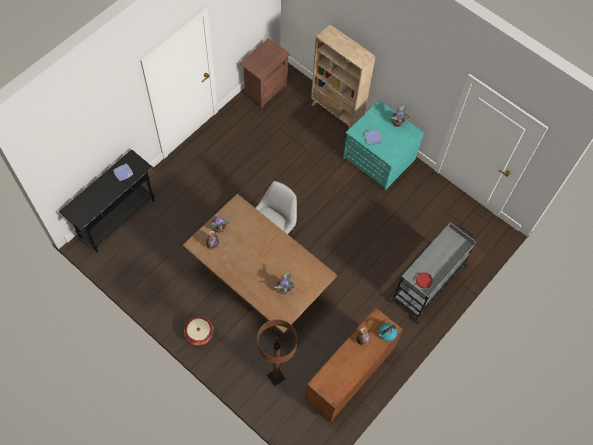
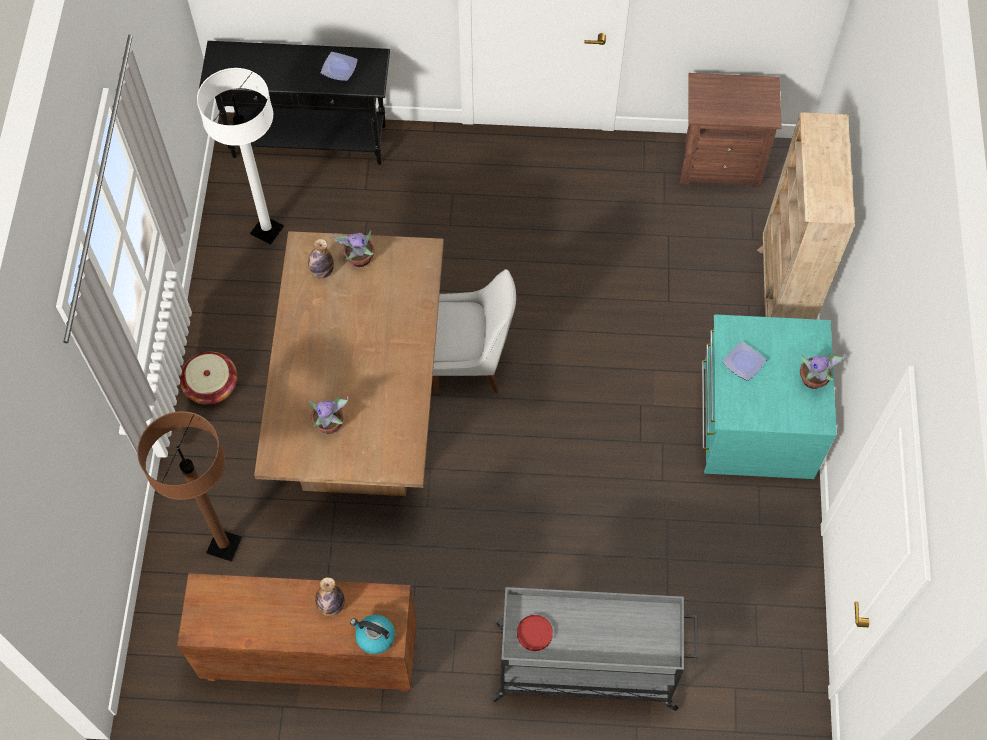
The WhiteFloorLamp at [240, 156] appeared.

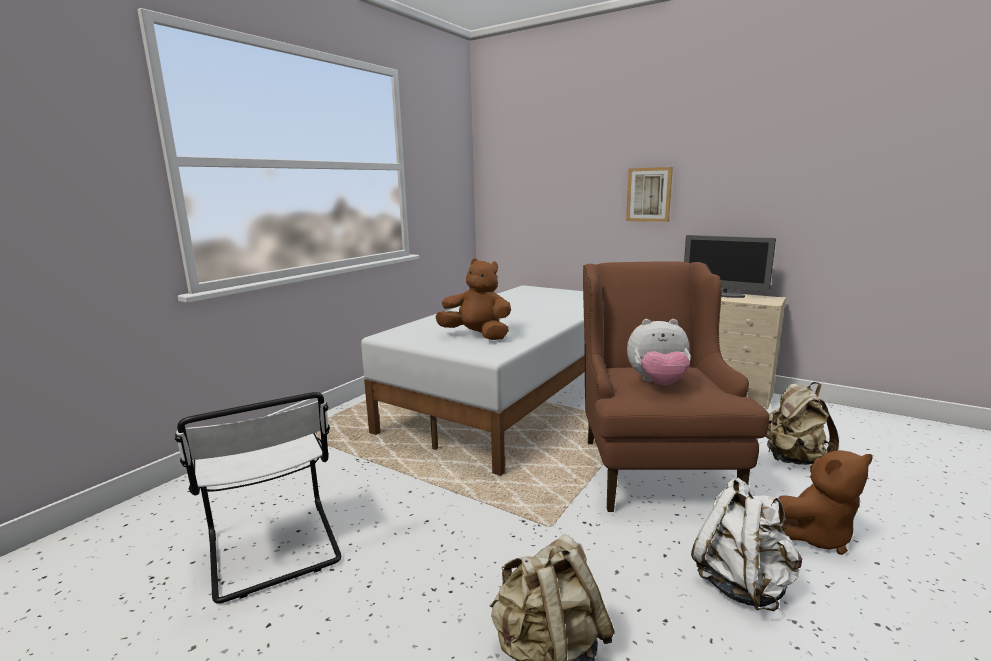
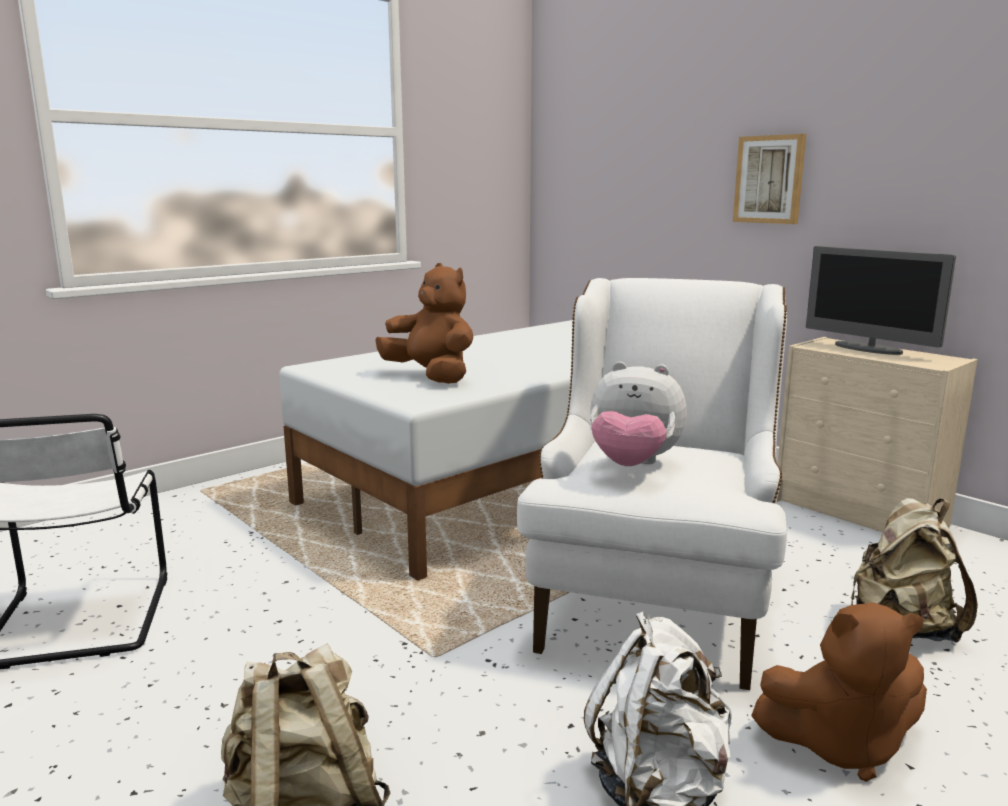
The BrownArmchair at [676, 386] became the WhiteArmchair at [652, 484].

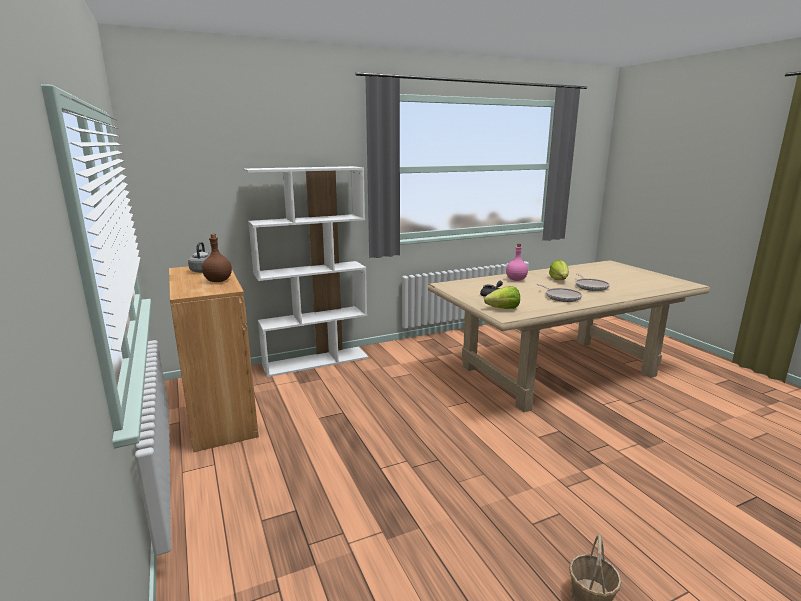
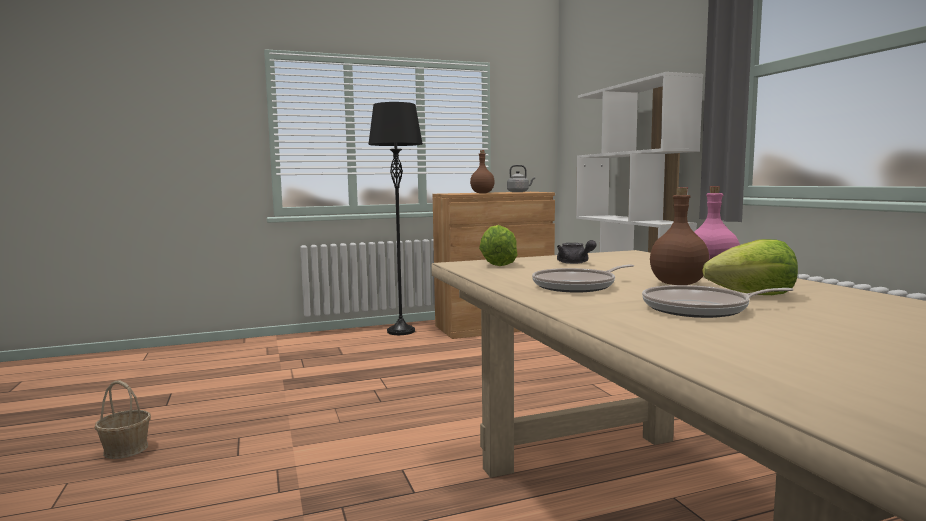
The BlackFloorLamp at [395, 218] appeared.
The BrownBottle at [679, 236] appeared.

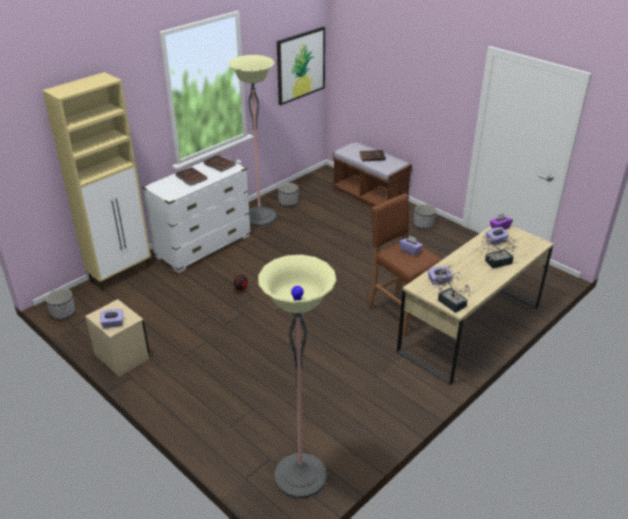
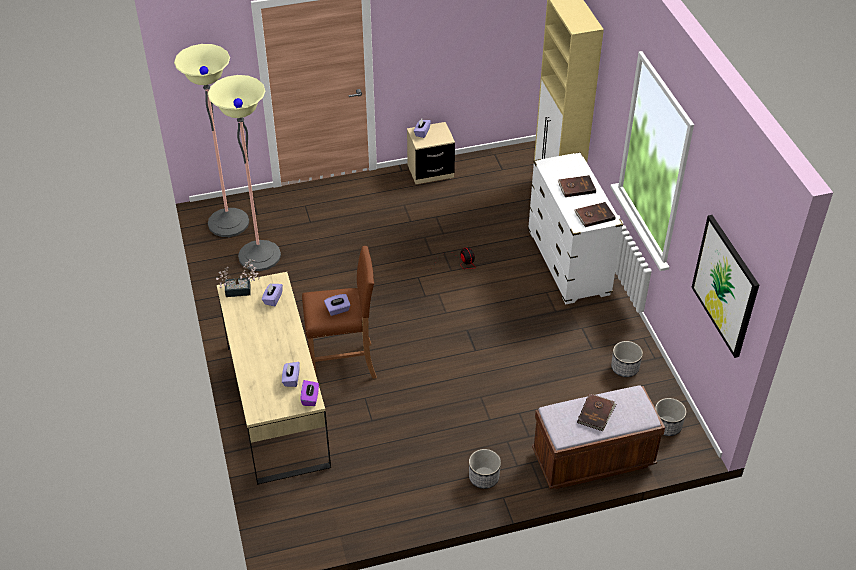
The FloorLamp moved from [252, 140] to [244, 173].
The Planter moved from [60, 303] to [670, 417].
The PottedPlant at [499, 252] disappeared.

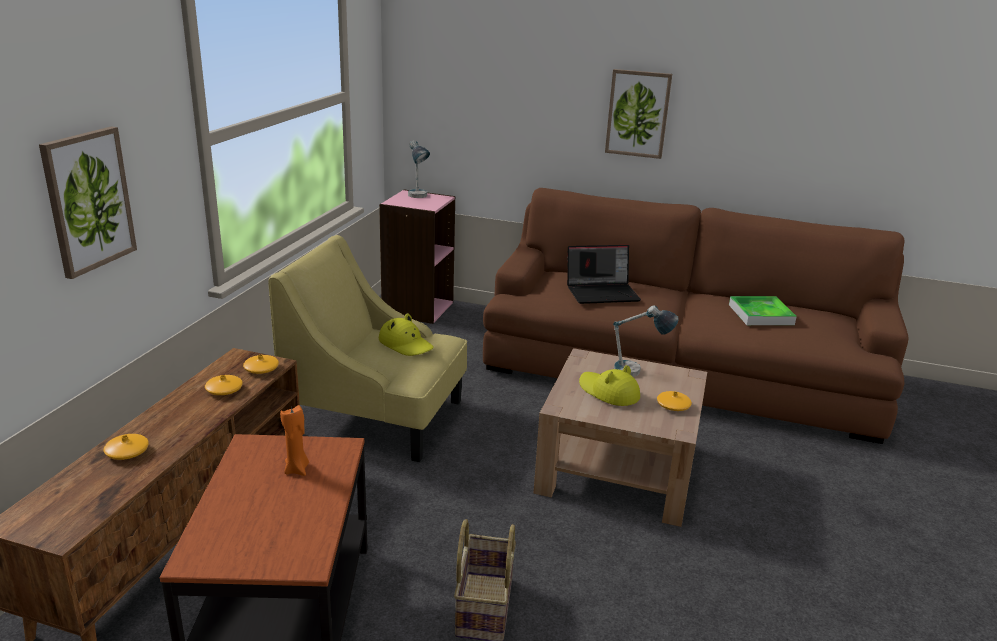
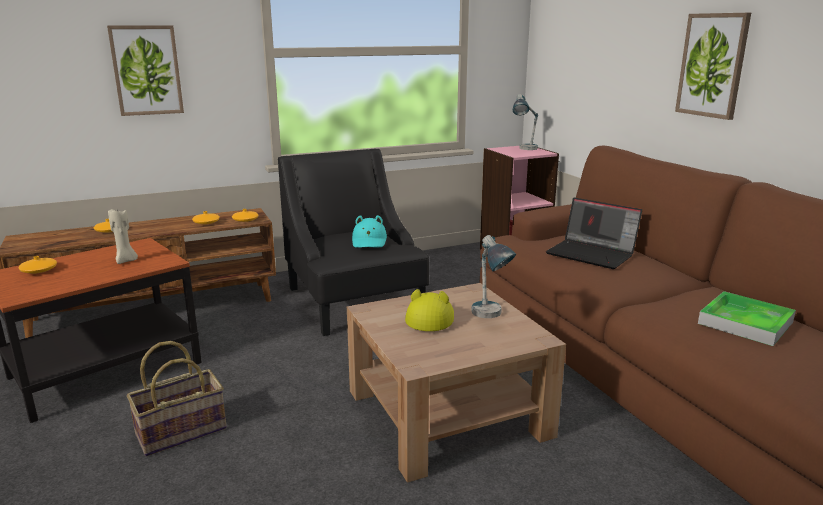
The OrangeVase moved from [674, 401] to [37, 265].
The OrangeCandle at [294, 440] became the BeigeCandle at [123, 236].
The YellowArmchair at [367, 348] became the BlackArmchair at [353, 242].
The YellowHat at [406, 334] became the TurquoiseHat at [369, 231].

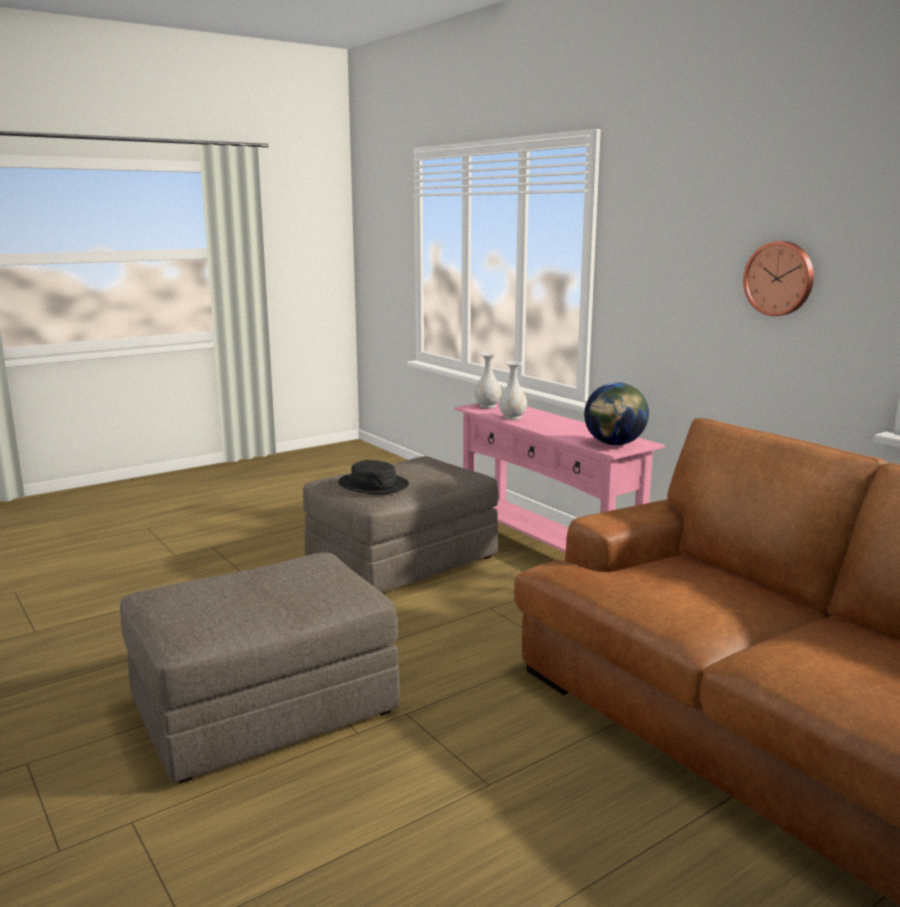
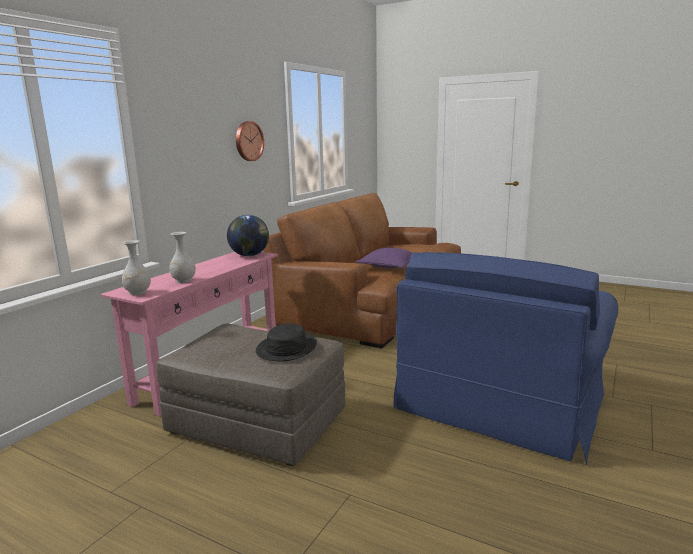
The PurplePillow at [384, 258] appeared.
The GreyOttoman at [260, 667] was replaced by the BlueArmchair at [506, 358].

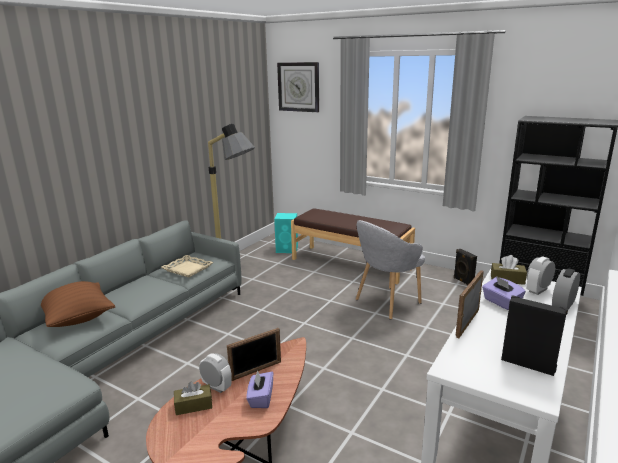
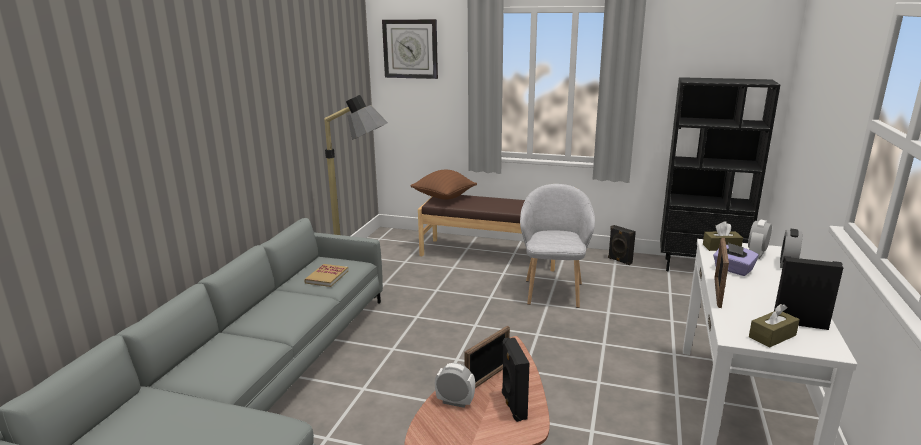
The BeigeTray at [187, 266] was replaced by the Book at [326, 275].
The BrownPillow moved from [78, 304] to [443, 184].
The PurpleTissueBox at [259, 389] was replaced by the BlackSpeaker at [515, 380].
The GreyArmchair at [390, 270] turned 150 degrees clockwise.
The BrownTissueBox moved from [193, 398] to [774, 326].
The TurquoiseSpeaker at [286, 233] disappeared.

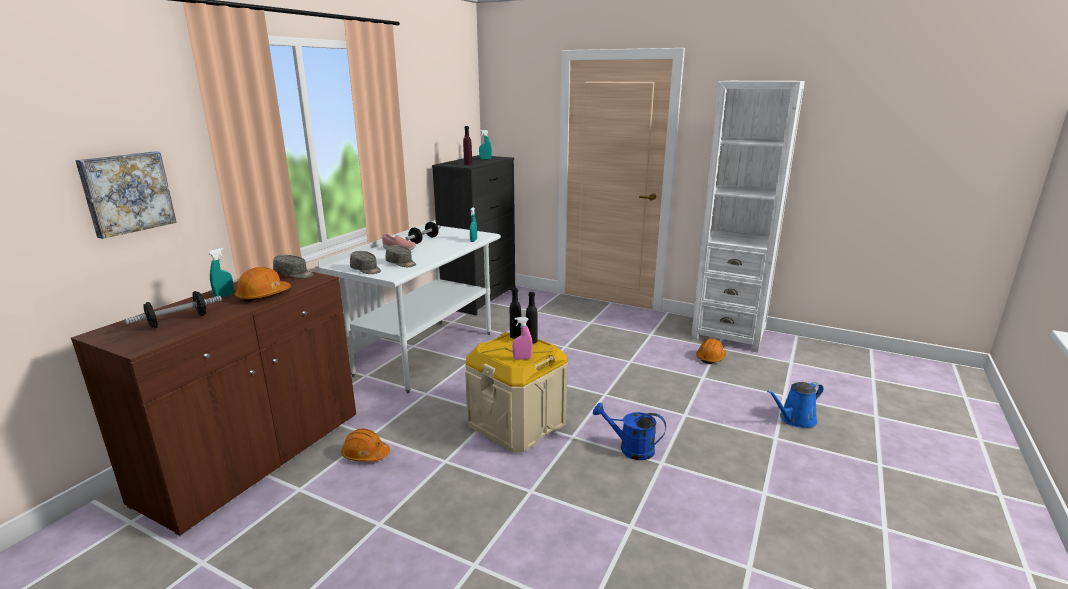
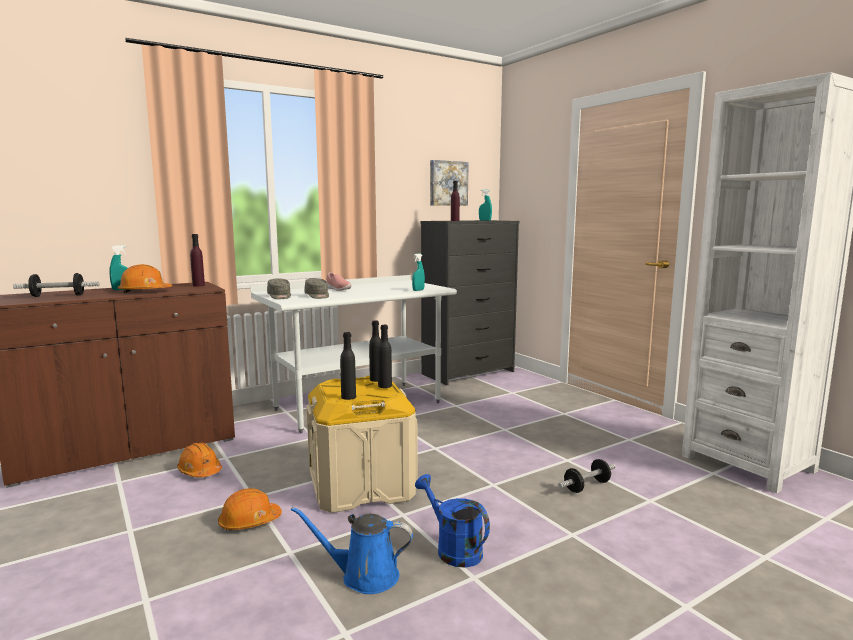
The GreyCap at [293, 266] was replaced by the PurpleBottle at [197, 260].
The OrangeHardHat moved from [711, 351] to [250, 509].
The BlueWateringCan moved from [795, 405] to [352, 550].
The PinkSprayBottle at [522, 338] was replaced by the BlackBottle at [348, 366].
The Picture moved from [126, 195] to [449, 183].
The Dumbbell moved from [423, 233] to [587, 476].

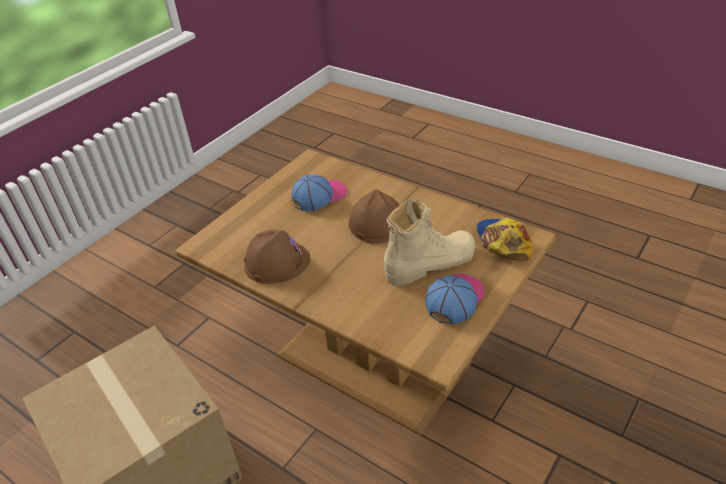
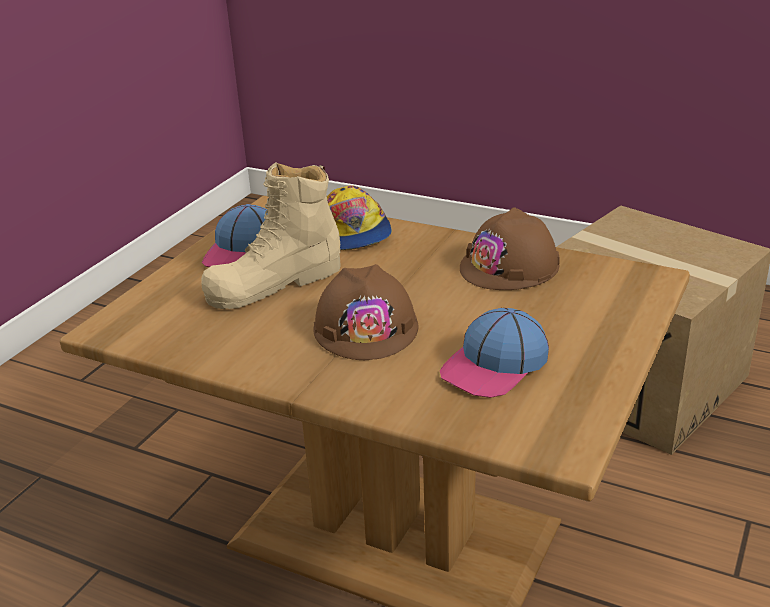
The Cap moved from [505, 239] to [359, 217].

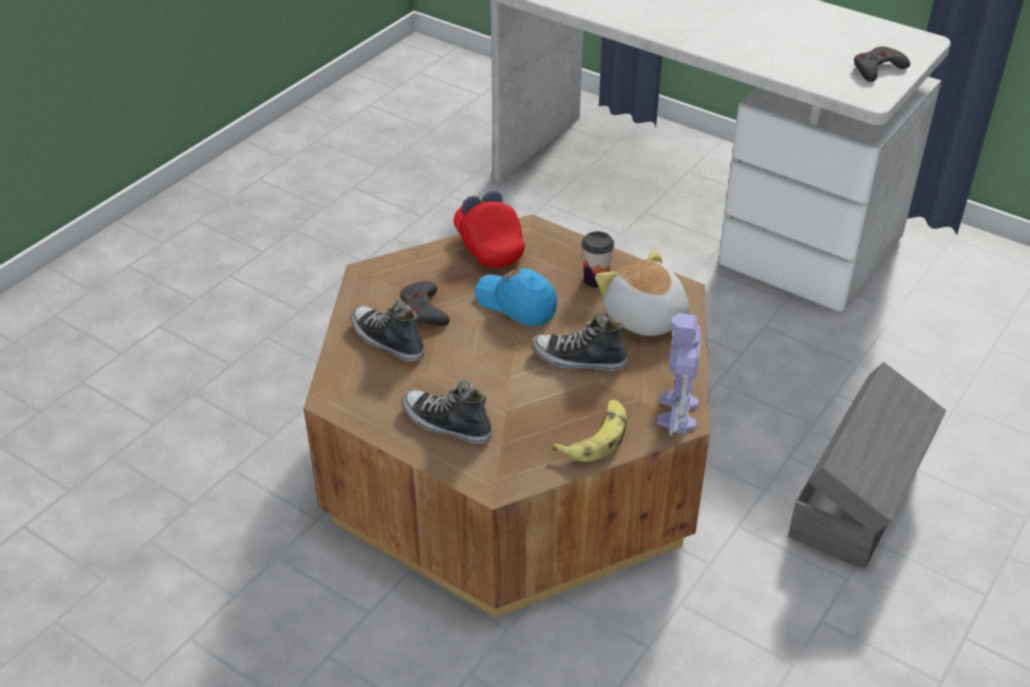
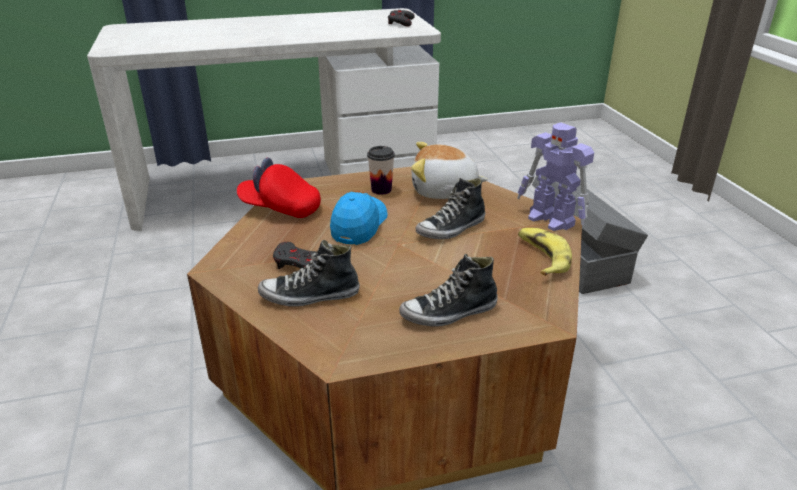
The BlueCap at [516, 297] turned 120 degrees clockwise.

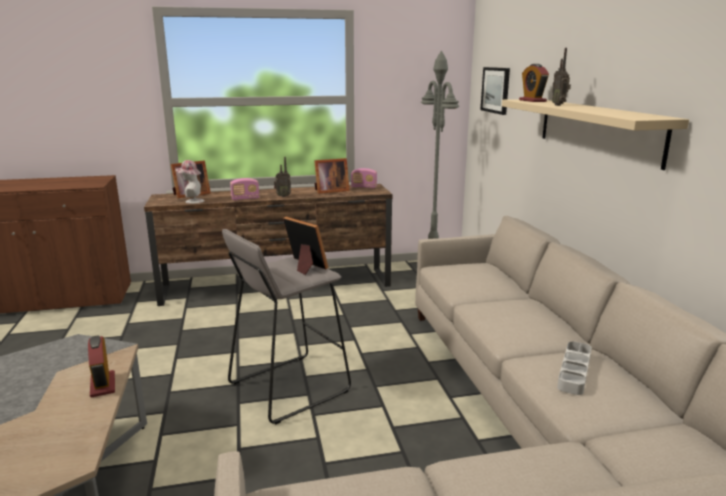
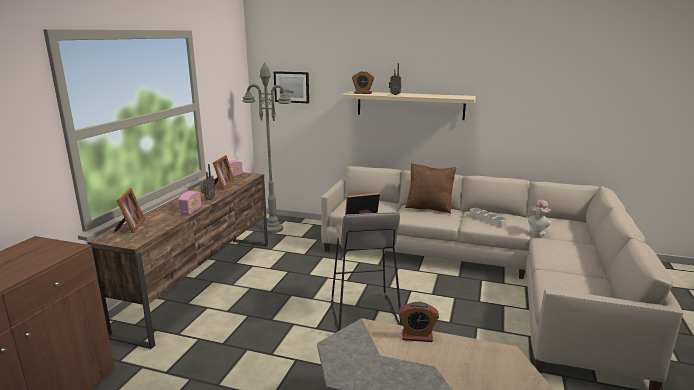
The BrownPillow at [430, 188] appeared.
The Hat moved from [190, 182] to [539, 217].

